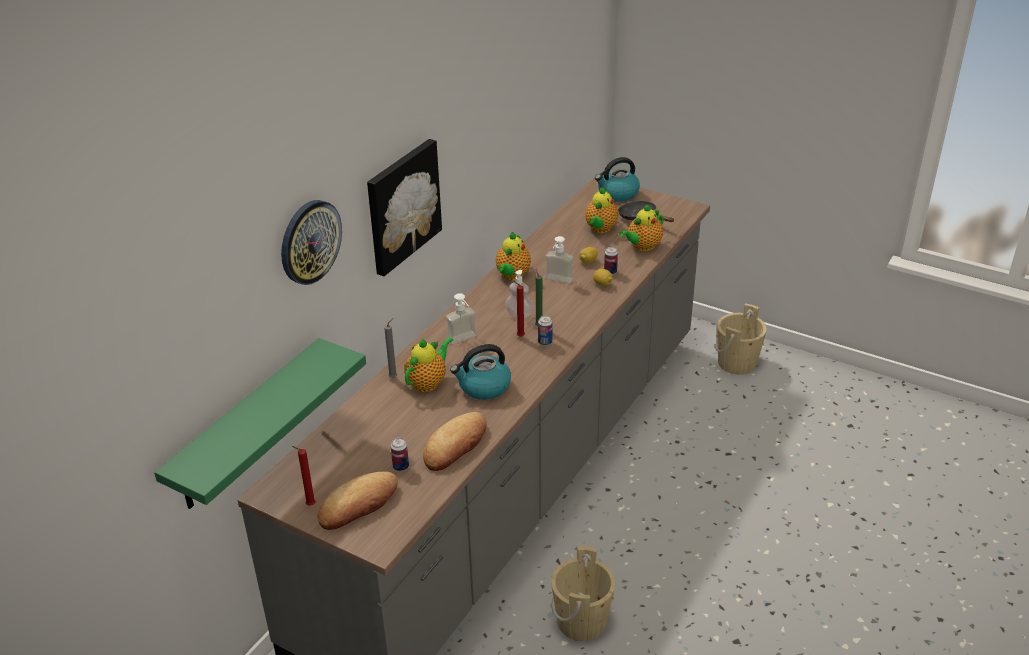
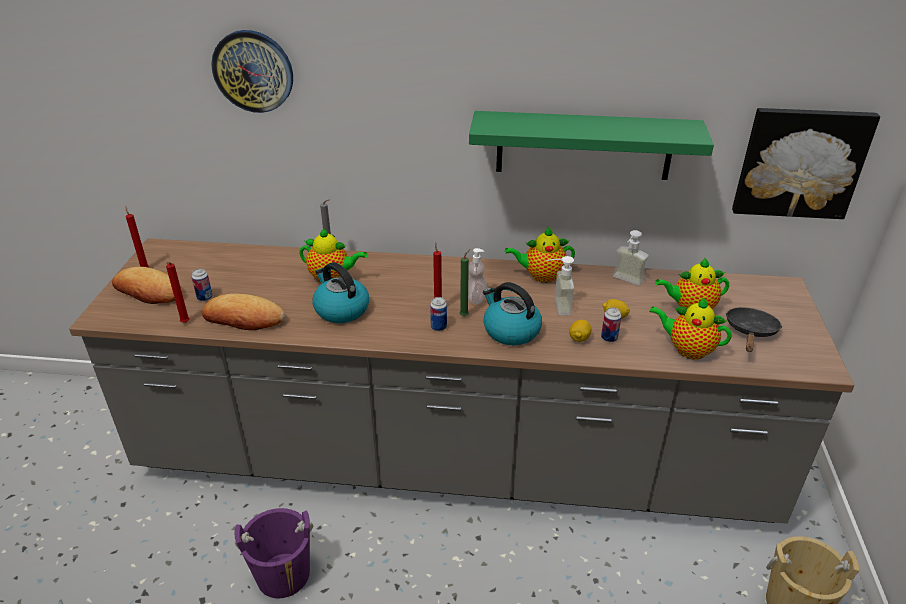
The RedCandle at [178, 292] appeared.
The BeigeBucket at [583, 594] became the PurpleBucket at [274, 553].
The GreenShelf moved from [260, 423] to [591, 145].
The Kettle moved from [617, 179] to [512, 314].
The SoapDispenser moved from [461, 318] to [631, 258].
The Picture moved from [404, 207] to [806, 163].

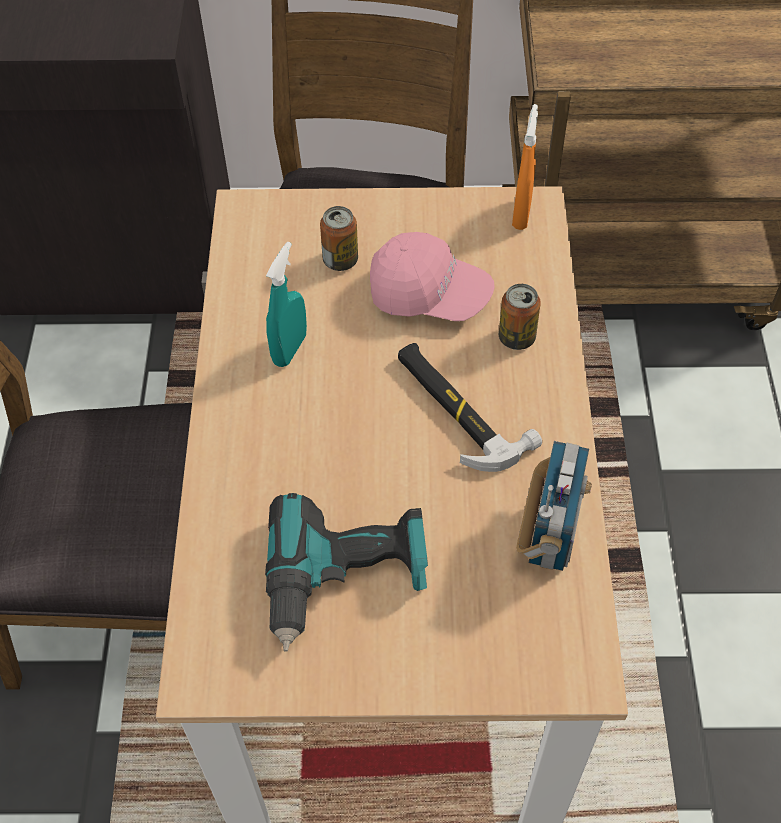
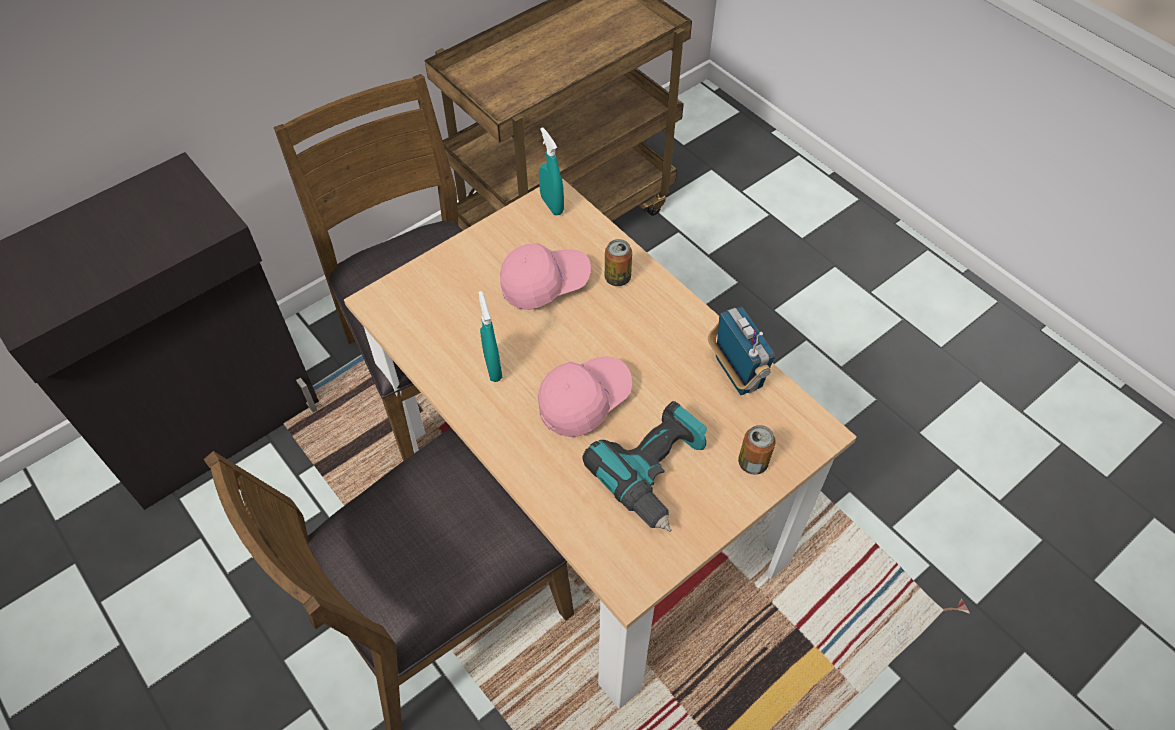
The PinkCap at [585, 397] appeared.
The OrangeSprayBottle at [525, 167] became the TurquoiseSprayBottle at [551, 171].
The Can moved from [339, 238] to [757, 449].
The Hammer at [470, 407] disappeared.

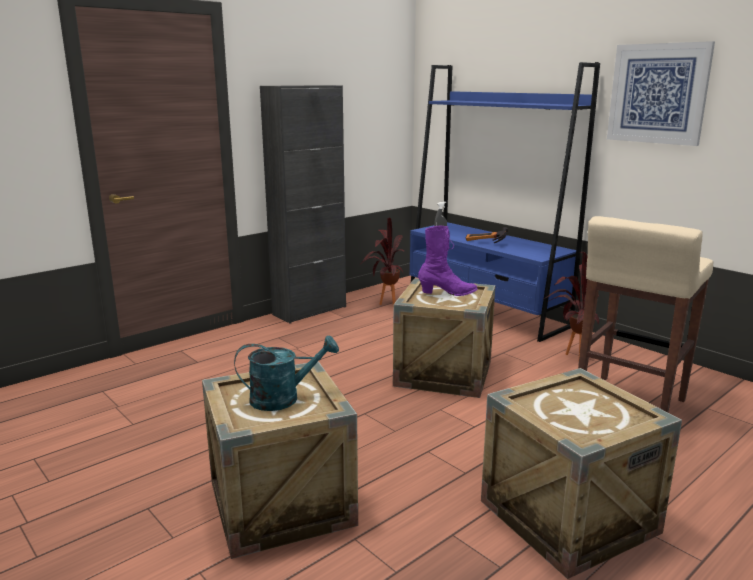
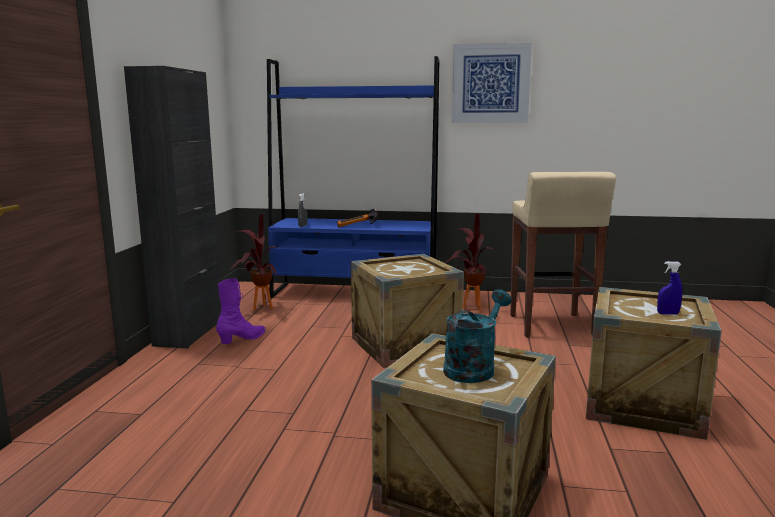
The PurpleBoot moved from [448, 261] to [240, 311].
The BlueSprayBottle at [669, 288] appeared.

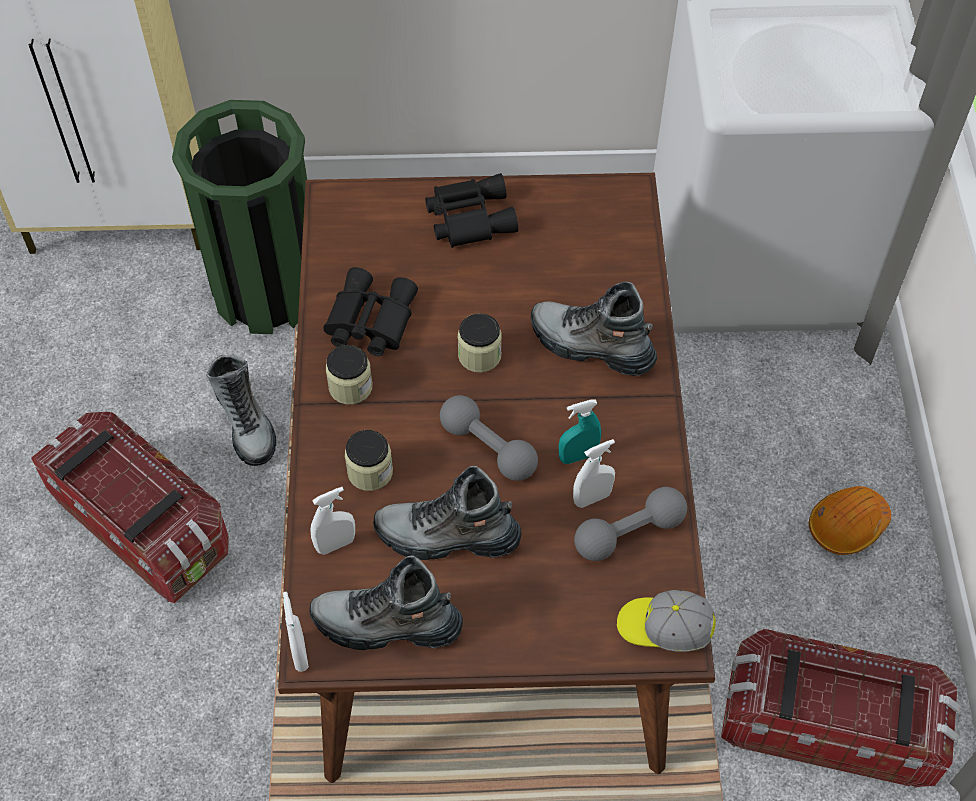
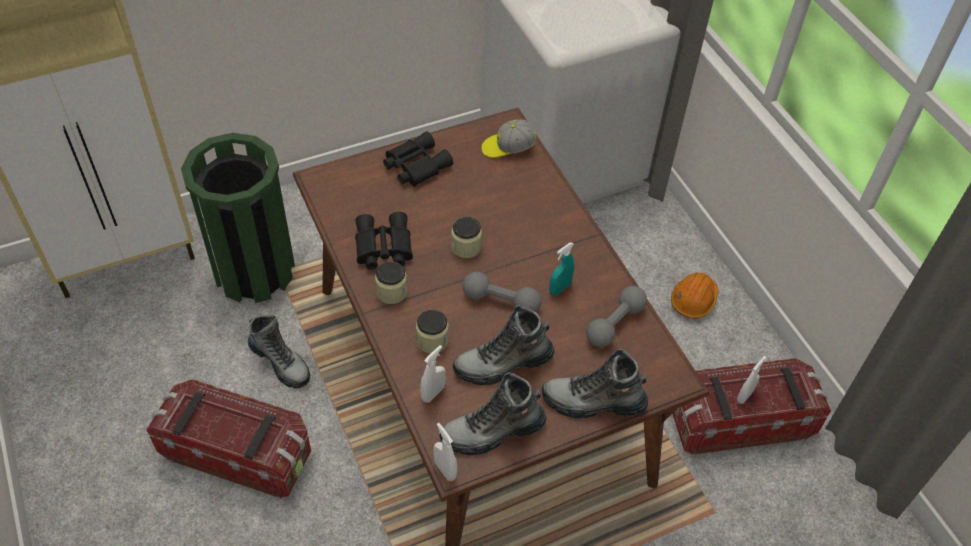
The Cap moved from [666, 621] to [509, 138].
The Boot moved from [593, 328] to [594, 383].
The WhiteSprayBottle moved from [594, 473] to [751, 380].

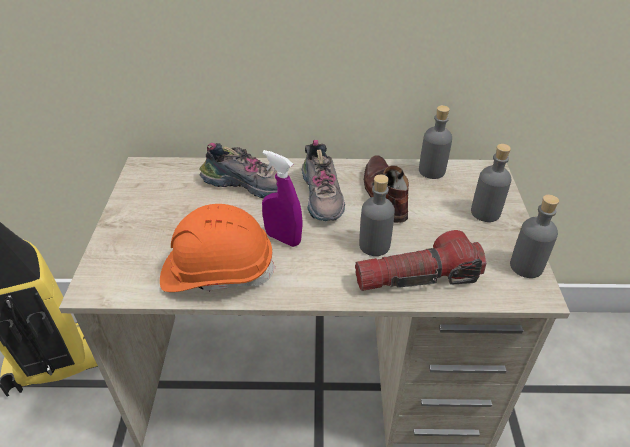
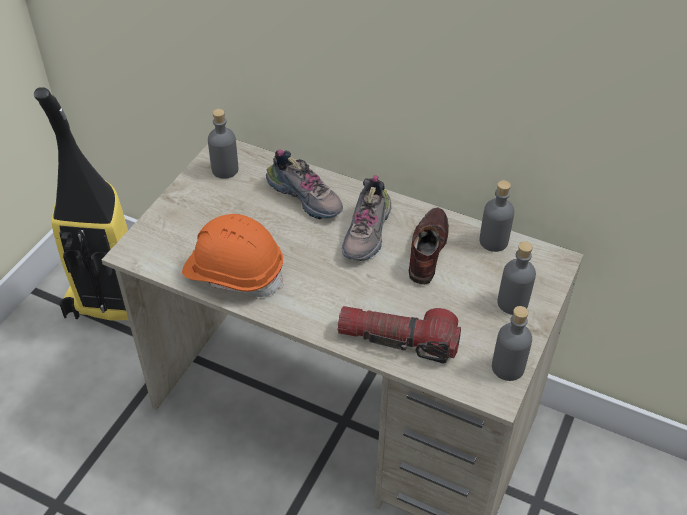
The GreyBottle moved from [377, 215] to [223, 144].
The PurpleSprayBottle at [282, 198] disappeared.

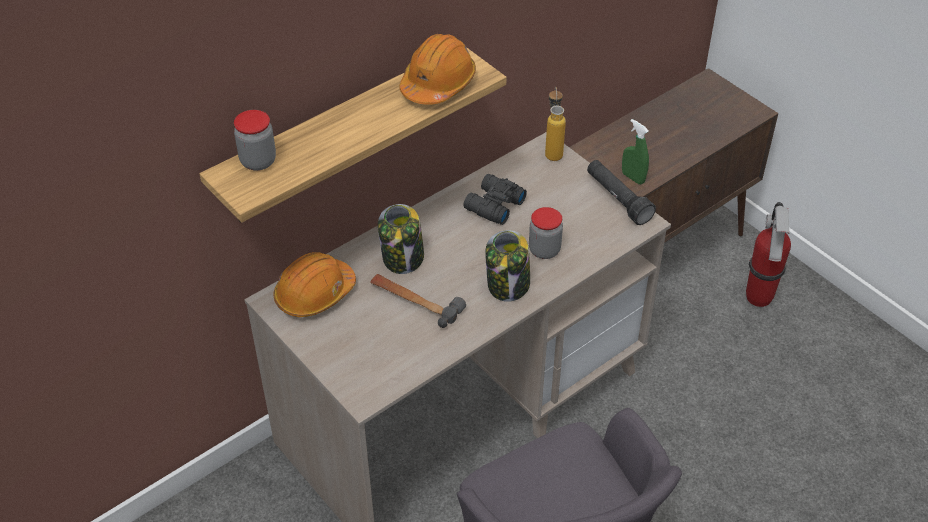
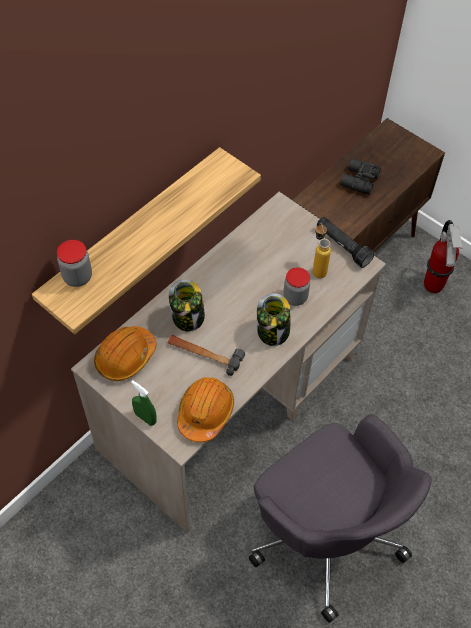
The GreenSprayBottle moved from [635, 151] to [144, 403].
The OrangeHardHat moved from [437, 69] to [205, 409].
The Bottle moved from [555, 124] to [321, 250].
The BlackBinoculars moved from [495, 199] to [361, 177].

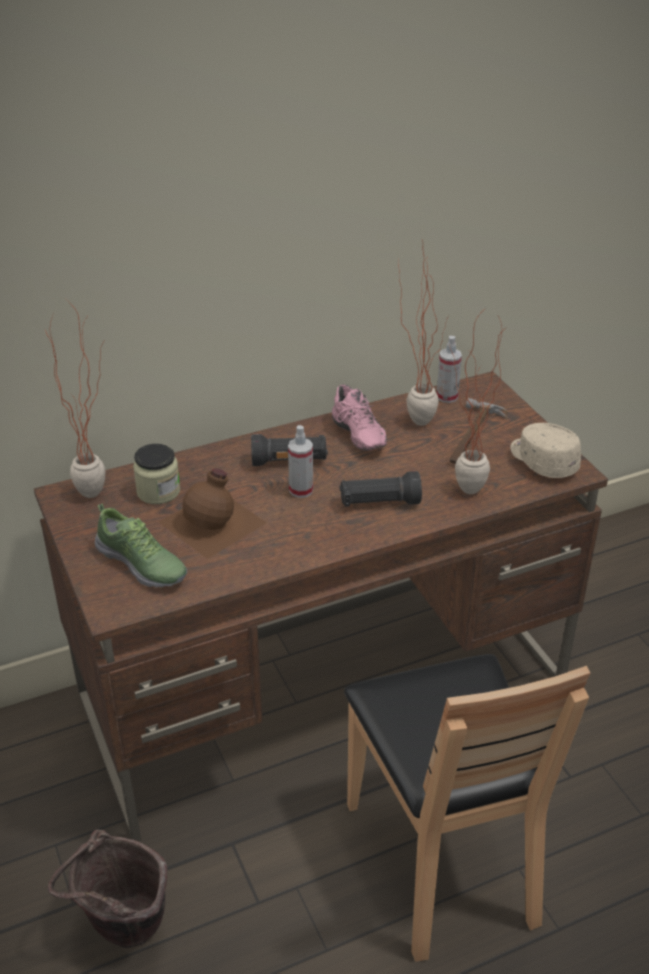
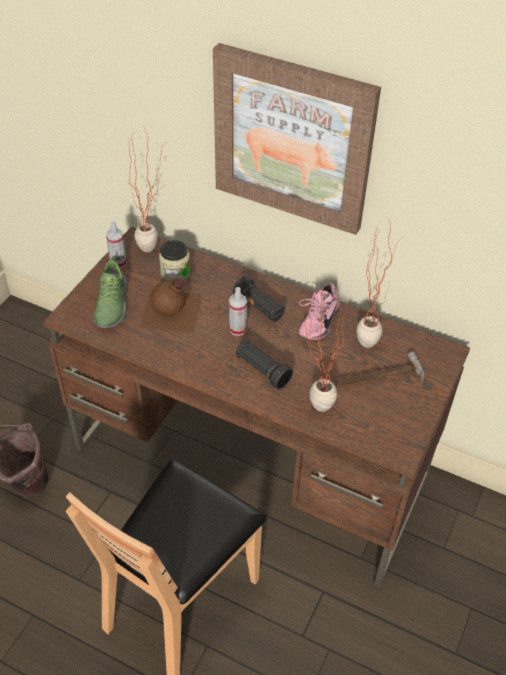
The SprayBottle moved from [449, 369] to [116, 244].
The Picture at [297, 139] appeared.
The BeigeCap at [546, 450] disappeared.

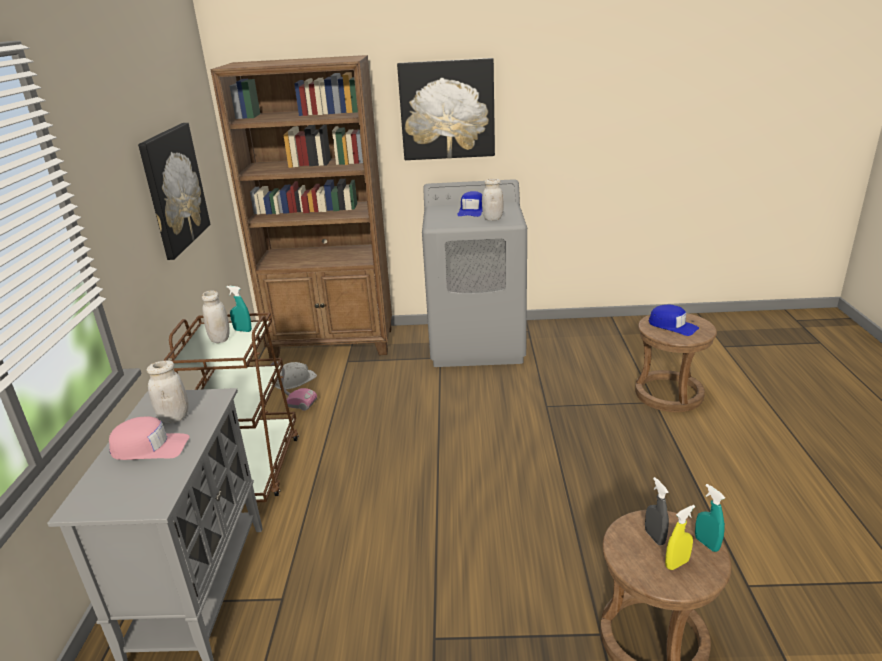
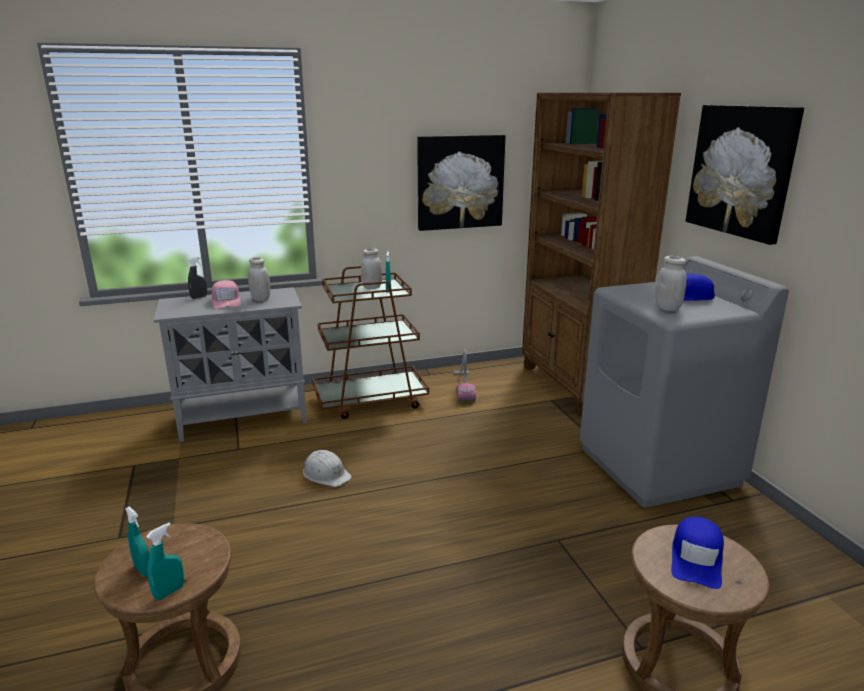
The YellowSprayBottle at [680, 537] became the TurquoiseSprayBottle at [137, 541].
The GreySprayBottle moved from [657, 511] to [197, 278].
The WhiteHardHat moved from [295, 375] to [327, 468].

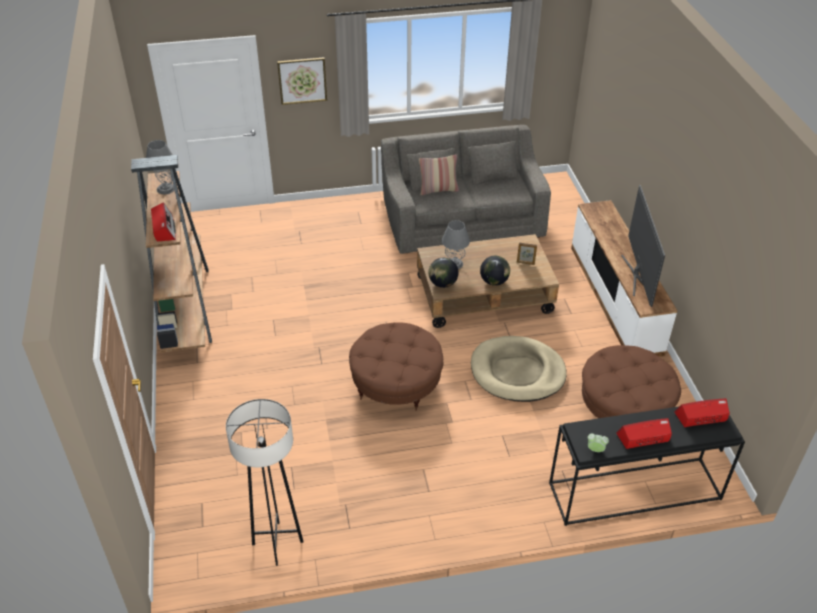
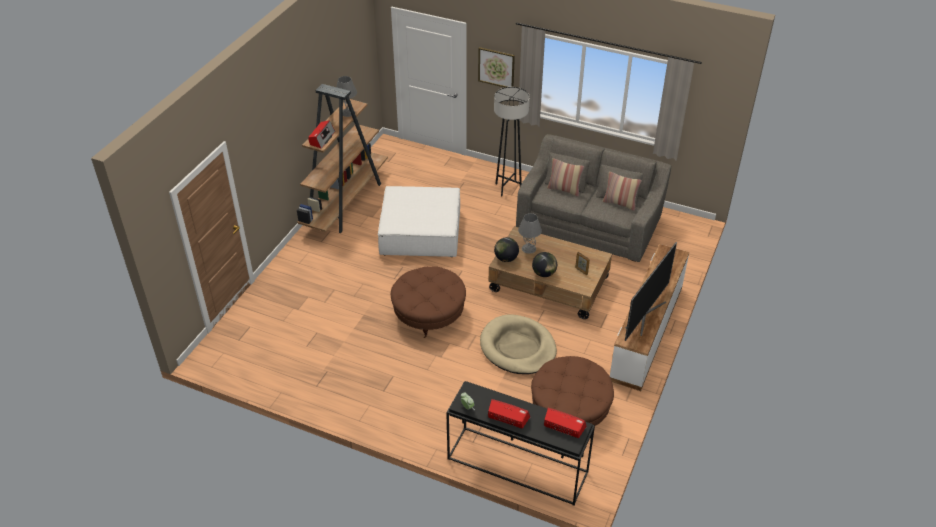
The WhiteOttoman at [419, 221] appeared.
The GreyFloorLamp moved from [264, 482] to [512, 142].
The Pillow at [622, 191] appeared.

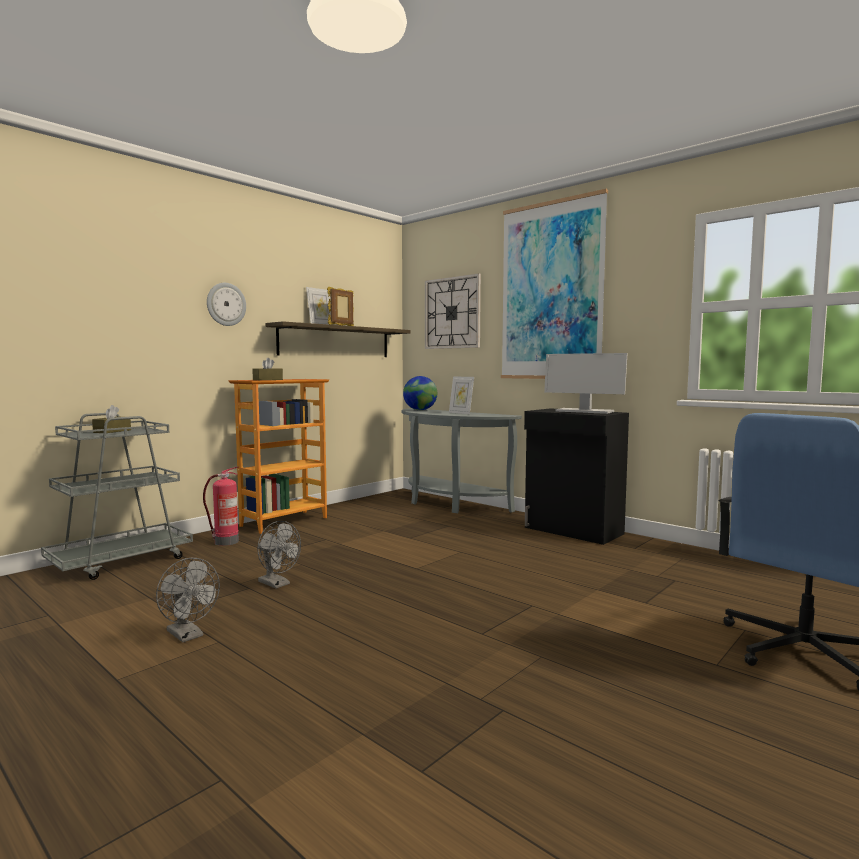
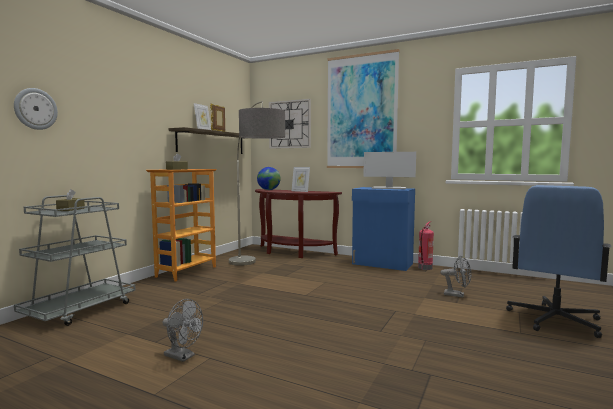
The WallClock moved from [226, 304] to [36, 109].
The FloorLamp at [257, 183] appeared.
The GreyConsoleTable at [462, 460] became the BrownConsoleTable at [298, 223].
The BlackCabinet at [576, 476] became the BlueCabinet at [383, 229].
The FireExtinguisher moved from [221, 506] to [426, 245].
The GreyFan moved from [279, 555] to [455, 277].

